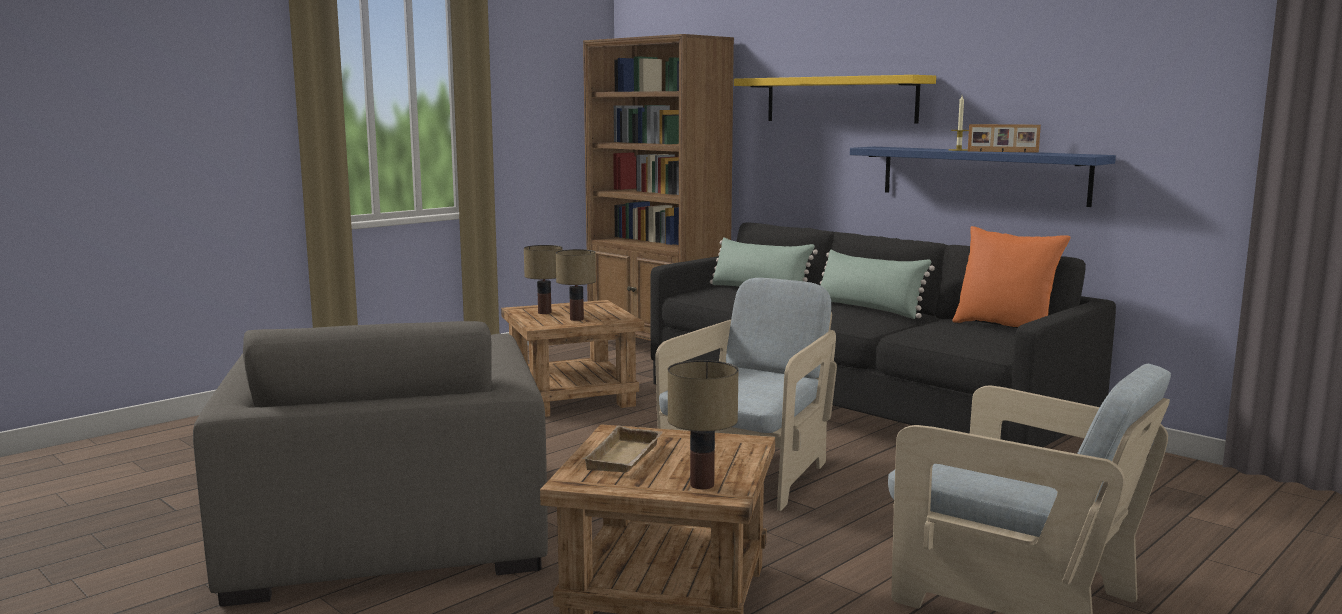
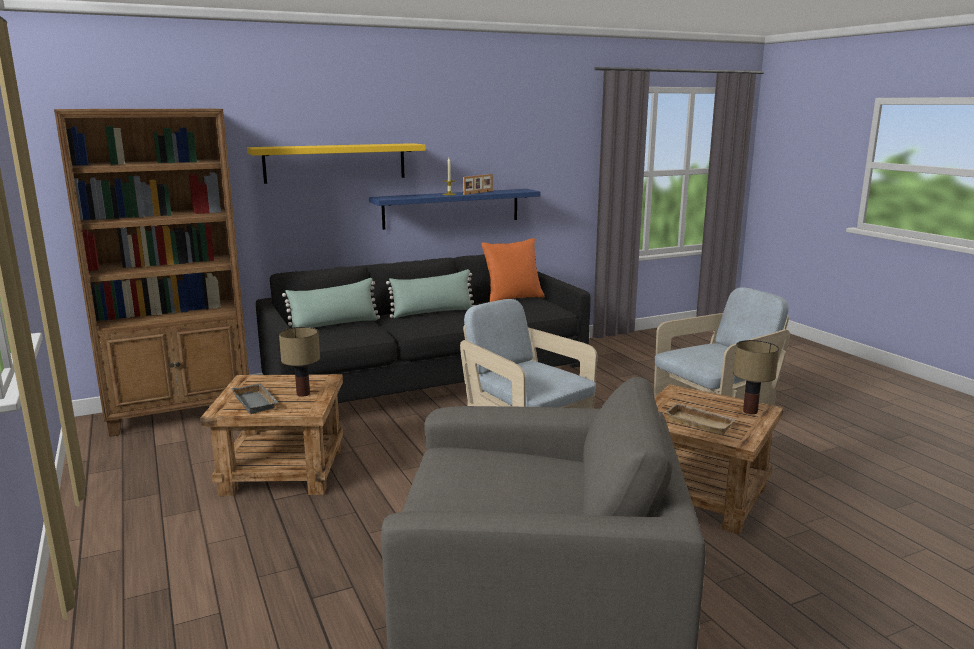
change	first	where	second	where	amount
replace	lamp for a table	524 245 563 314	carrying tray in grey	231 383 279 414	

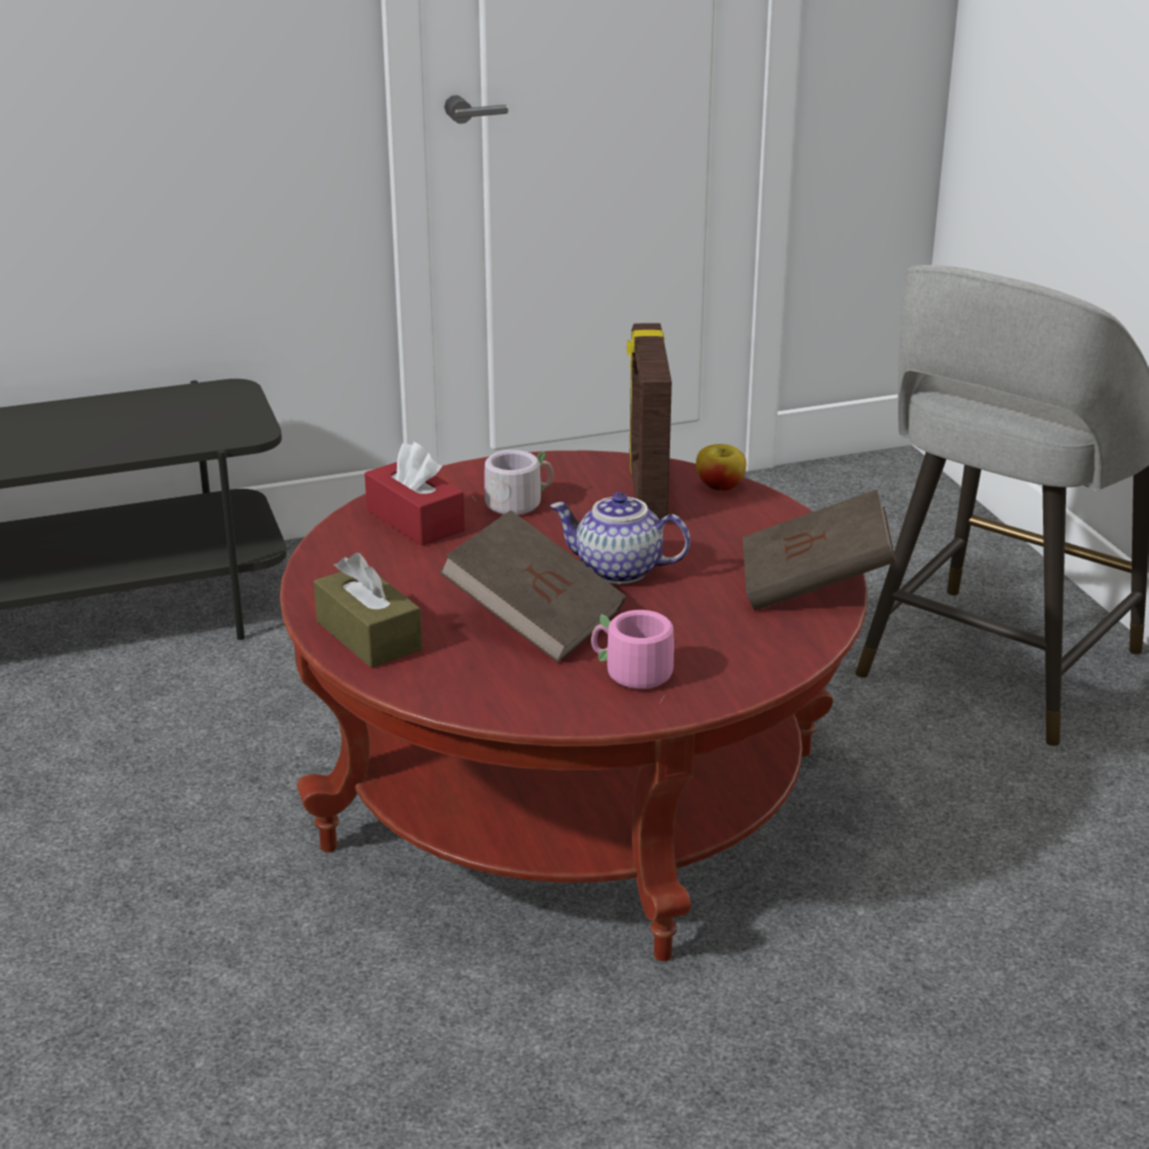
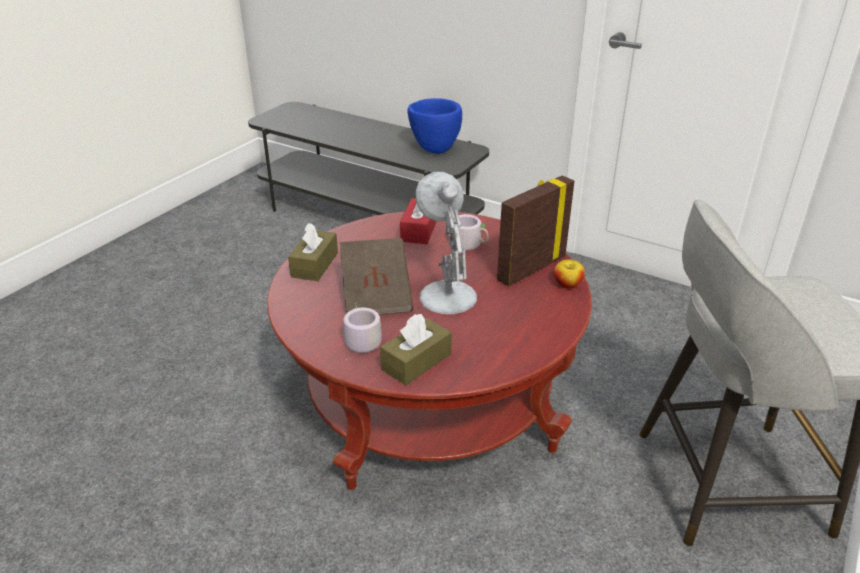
change	first	where	second	where	amount
replace	tea pot	550 492 691 584	lamp for a table in white-coloured	415 172 477 314	
recolor	mug in pink-coloured	591 610 674 702	mug in grey	343 303 382 360	
delete	bound book in brownish	743 489 896 611			
insert			tissue holder in brownish	380 314 452 385	
insert			serving bowl in blue-coloured	407 98 462 154	

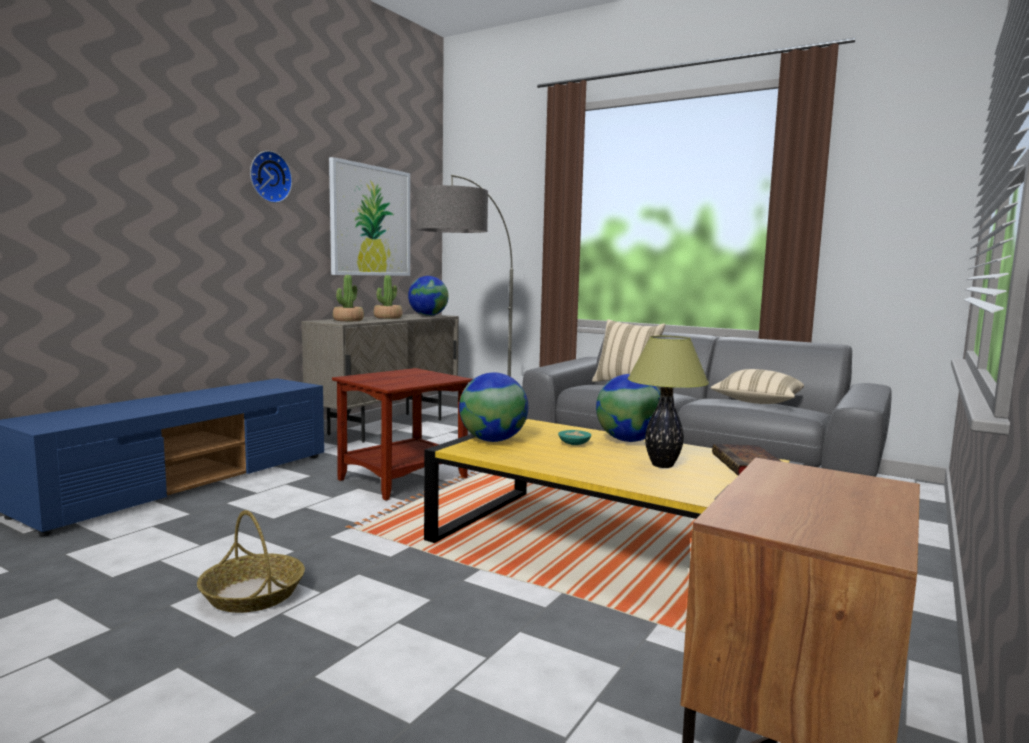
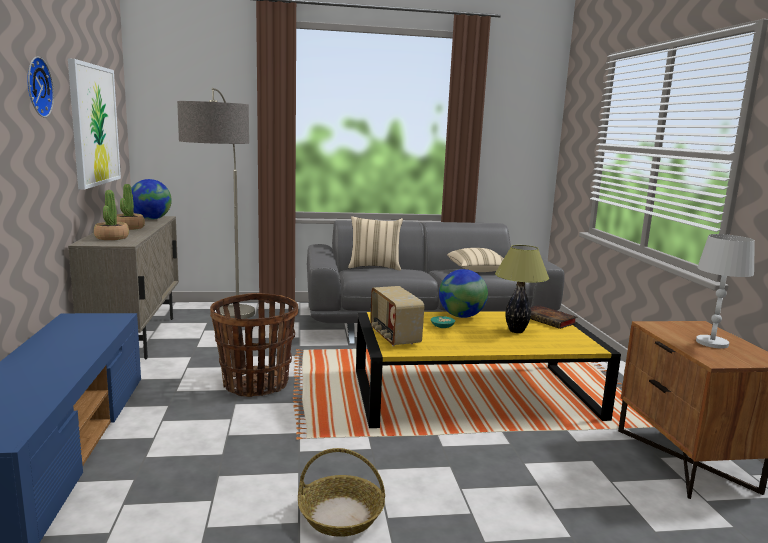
change	first	where	second	where	amount
replace	accent table in brownish	332 368 473 501	basket	210 293 298 397	
replace	world globe	459 372 528 442	radio set	371 286 424 346	
insert			lamp for a table in white-coloured	696 234 755 349	

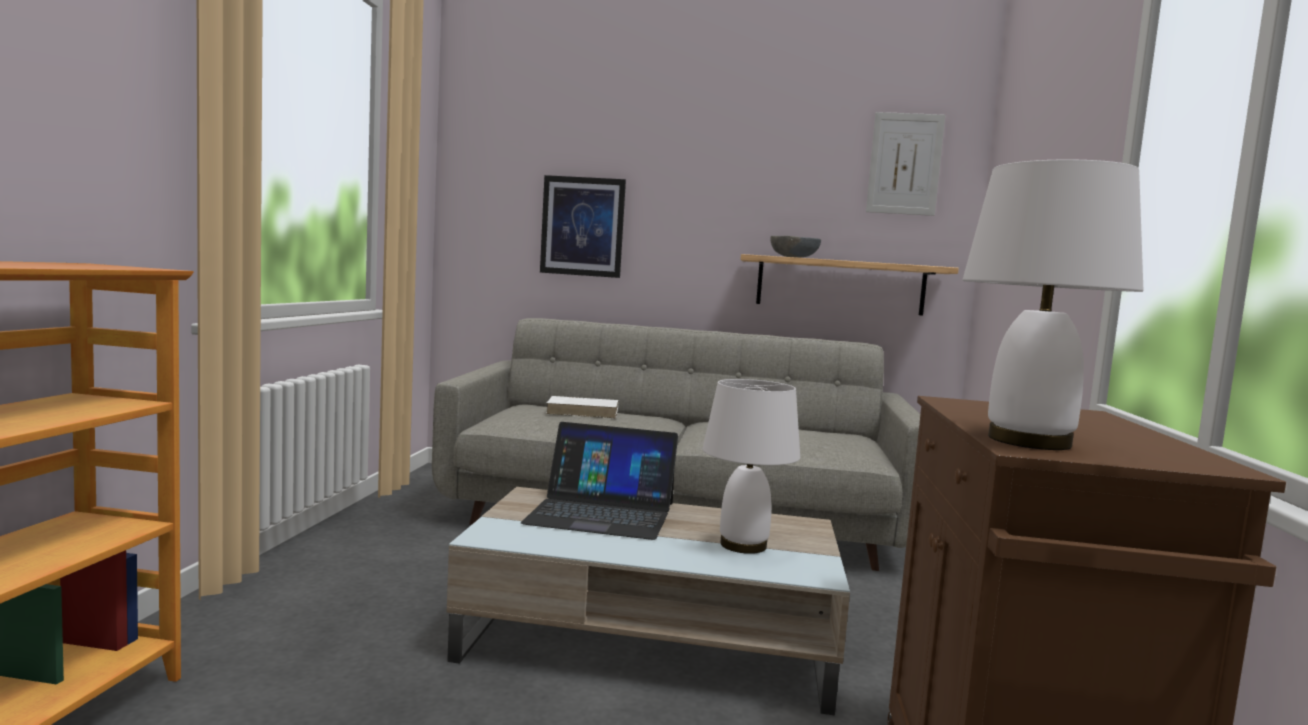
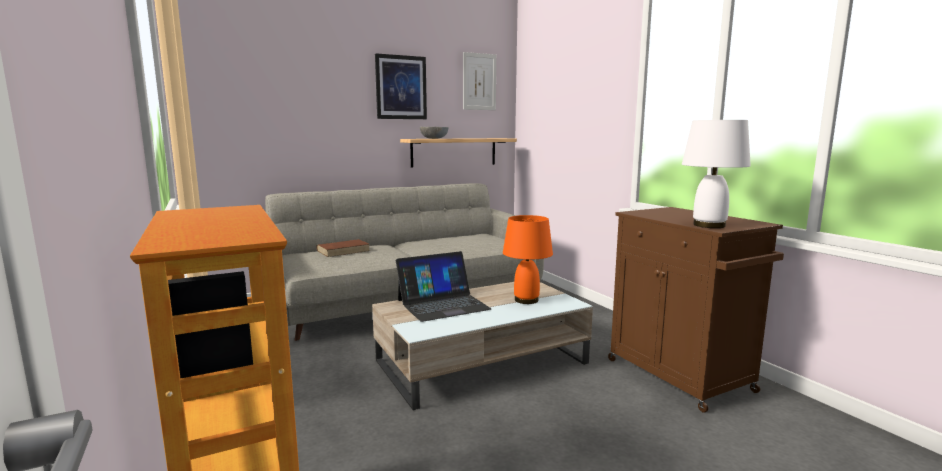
change	first	where	second	where	amount
move	wall art	540 175 626 278		375 53 427 119	
recolor	bound book in white-coloured	546 396 619 418	bound book in brownish	316 239 370 257	
recolor	lamp for a table in white-coloured	702 379 800 554	lamp for a table in orange-coloured	503 215 553 304	

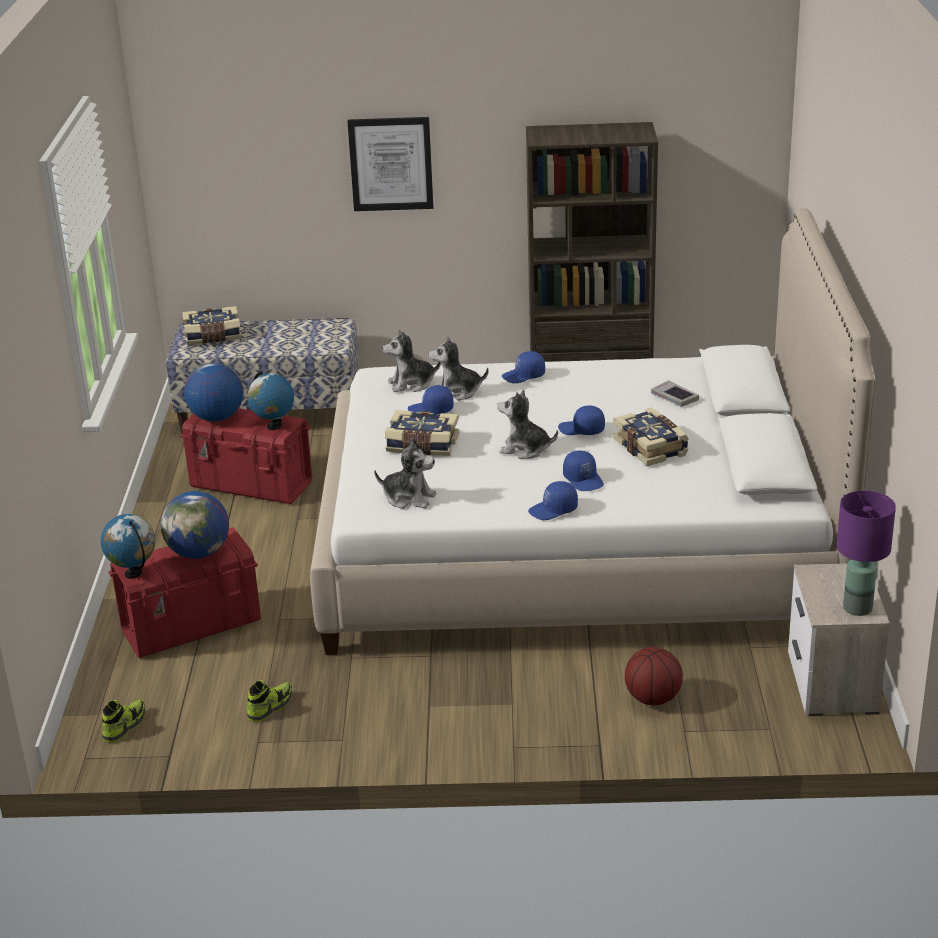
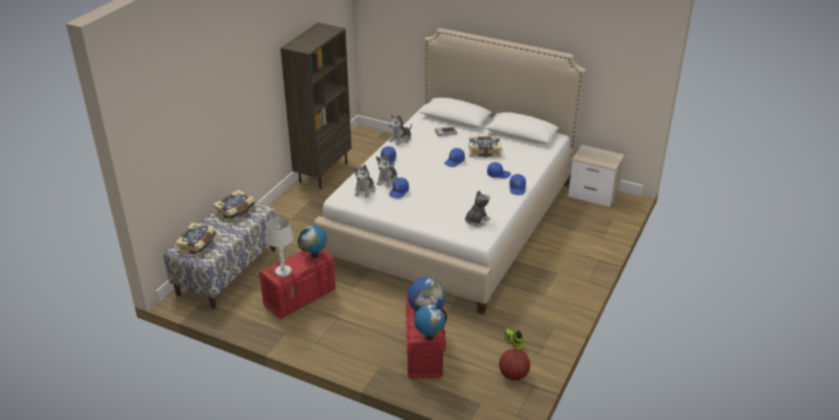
change	first	where	second	where	amount
delete	low shoe	102 699 145 742			
replace	world globe	184 363 244 421	lamp for a table in white-coloured	266 217 294 277	
delete	wall art	347 117 433 211			
move	bound book	385 410 459 456		213 190 255 222	
move	soft toy	497 389 558 459		389 114 412 146	
move	basketball	625 647 683 705		499 349 530 380	
delete	lamp for a table in purplish	837 491 896 616			

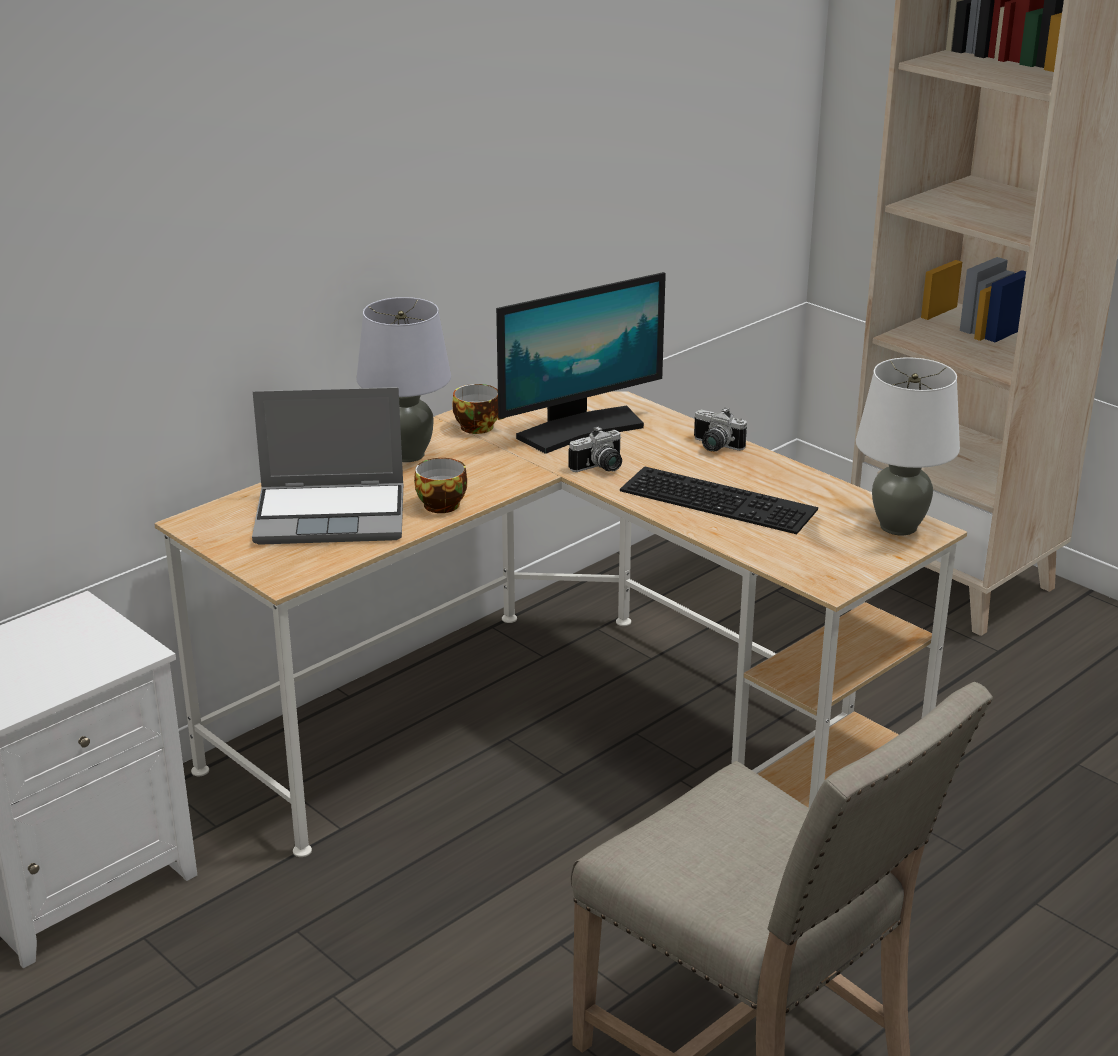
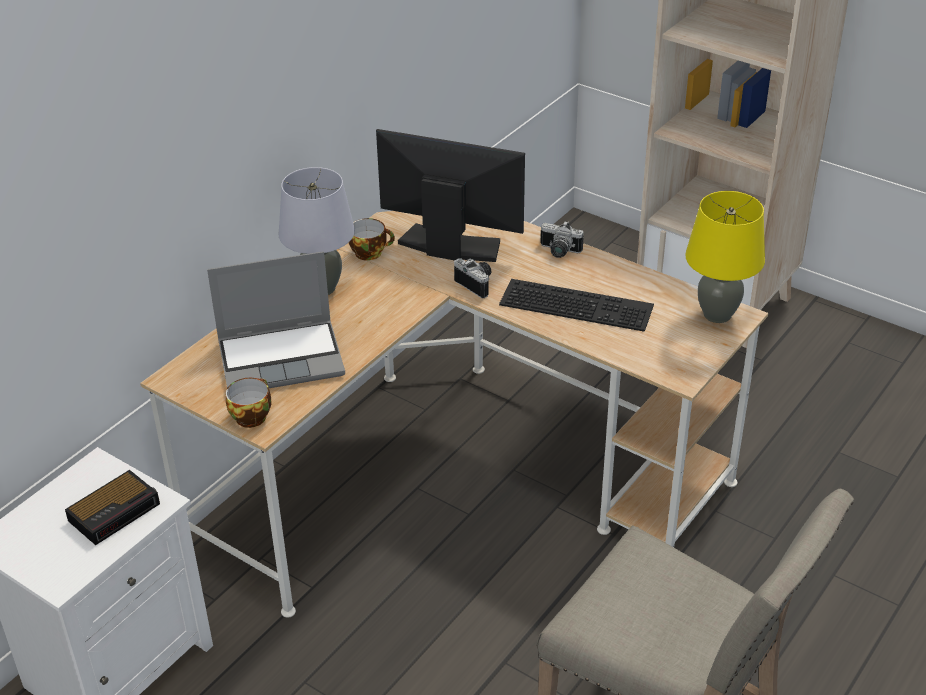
change	first	where	second	where	amount
move	drinking cup	414 458 467 513		226 378 271 428	
rotate	computer screen	496 272 666 454		376 129 525 262	120 degrees counterclockwise
rotate	photo camera	569 426 622 472		454 259 492 298	90 degrees counterclockwise
recolor	lamp for a table in white-coloured	856 357 960 535	lamp for a table in yellowish	685 191 765 323	
insert			alarm clock	65 470 160 545	

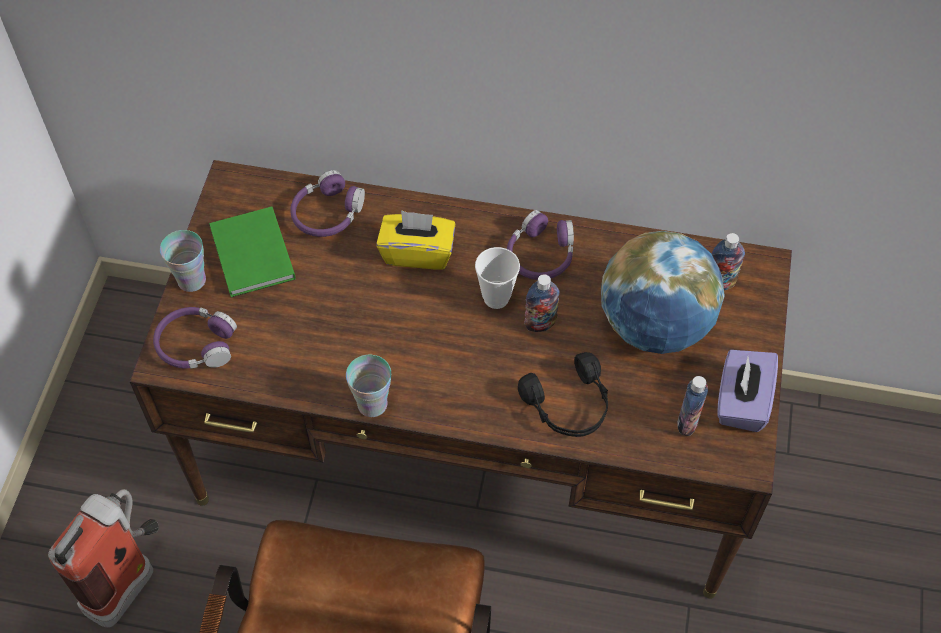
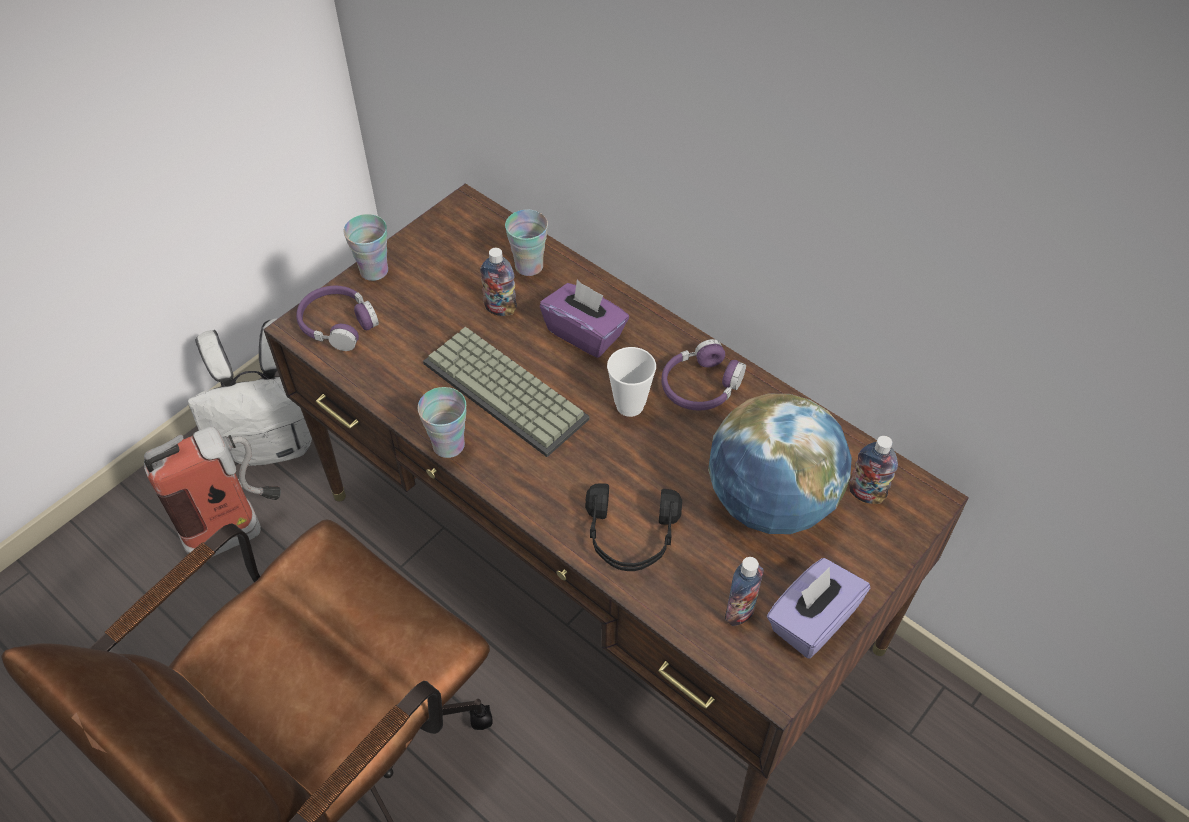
change	first	where	second	where	amount
delete	bound book in greenish	209 207 296 297			
replace	headphones in purplish	290 170 365 237	drinking cup	505 210 548 276	
recolor	tissue holder in yellowish	376 210 455 269	tissue holder in purplish	540 280 629 358	
move	beverage bottle	524 274 560 332		480 248 517 316	
insert			rucksack in white-coloured	188 318 312 466	
insert			keyboard	423 327 590 457	

